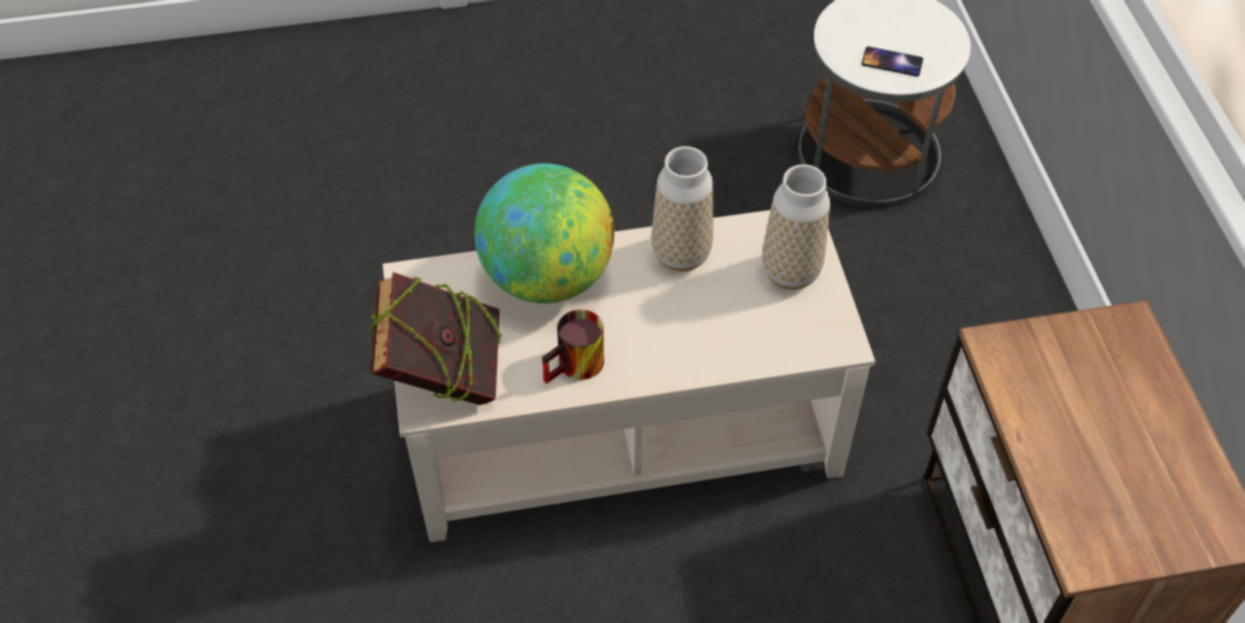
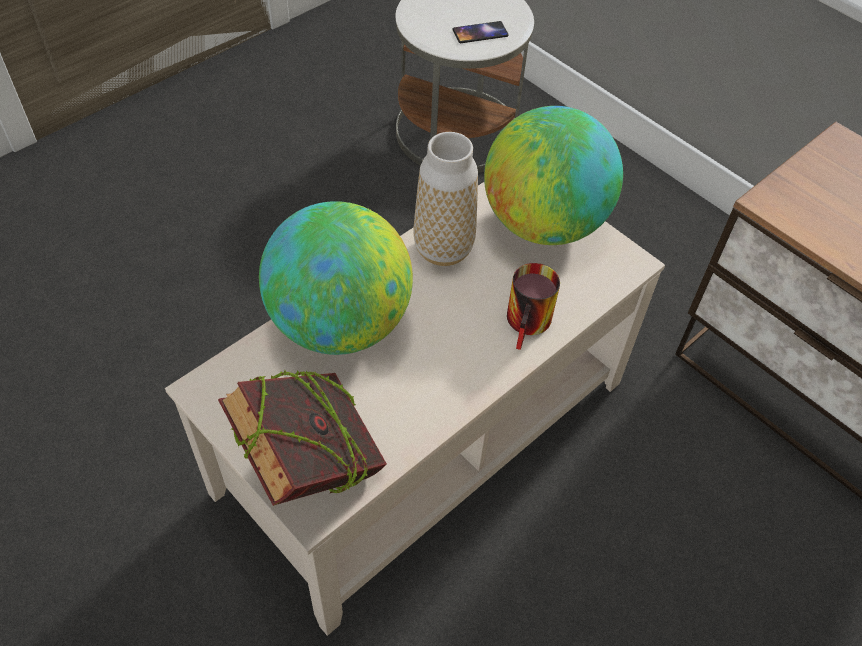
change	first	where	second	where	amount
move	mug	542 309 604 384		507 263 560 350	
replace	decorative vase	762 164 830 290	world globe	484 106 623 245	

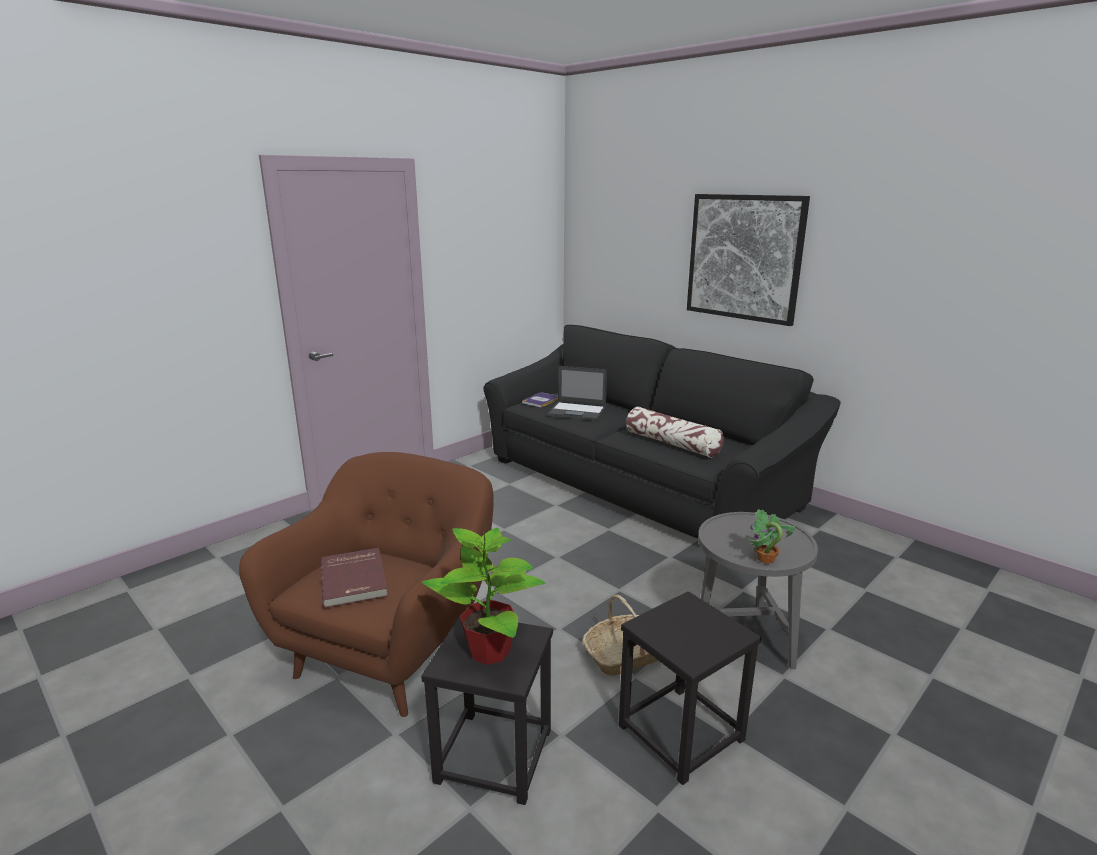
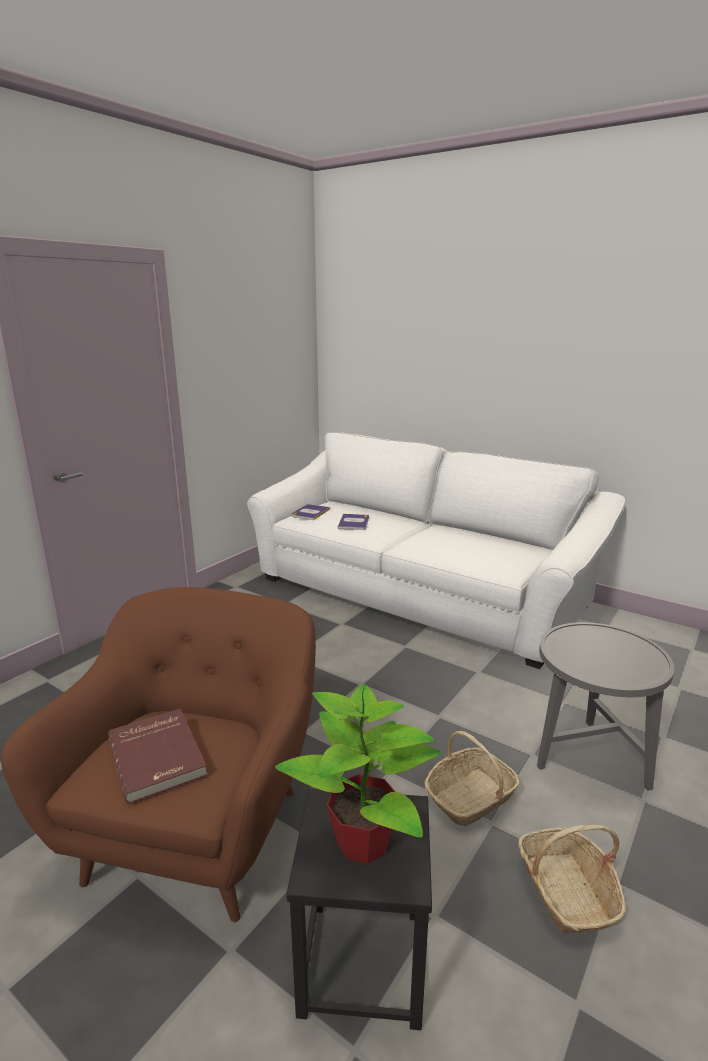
change	first	where	second	where	amount
recolor	sofa in black	484 325 840 539	sofa in white-coloured	247 432 625 669	
replace	portable computer	547 366 607 421	bound book	338 514 369 530	
replace	sitting stool in black	619 591 761 785	basket	518 825 626 933	
delete	cushion	626 407 724 458			
delete	wall art	687 194 810 326			
delete	houseplant	747 509 795 564			

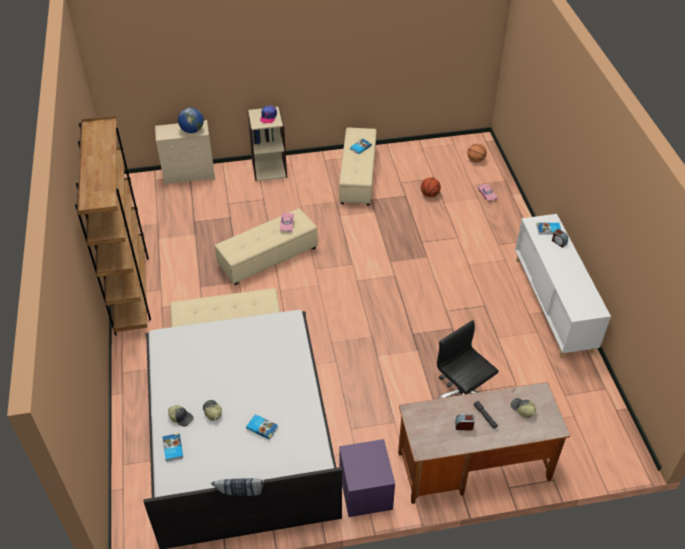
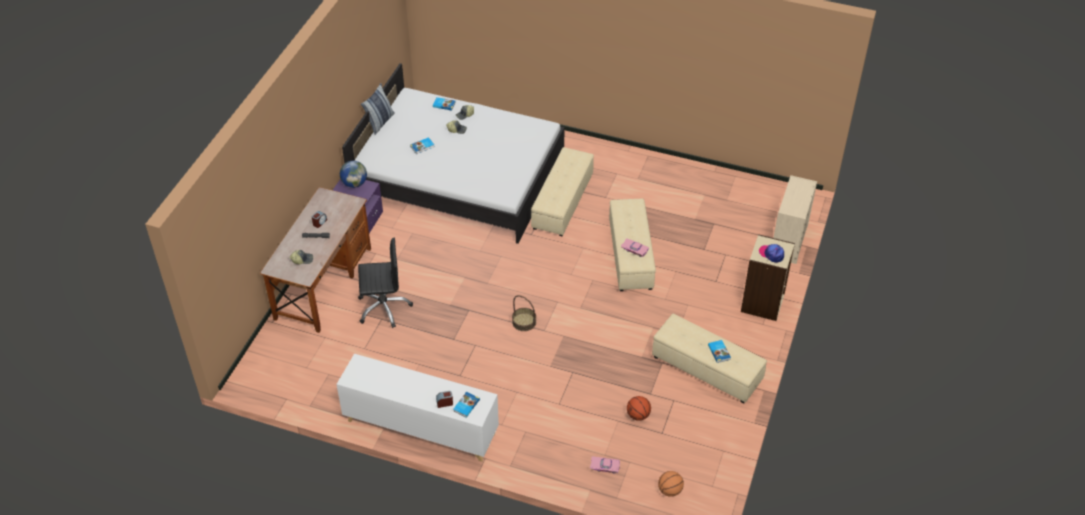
change	first	where	second	where	amount
delete	shelving unit in brownish	75 116 151 336			
move	world globe	178 107 204 133		340 161 367 188	
insert			basket	512 295 536 331	

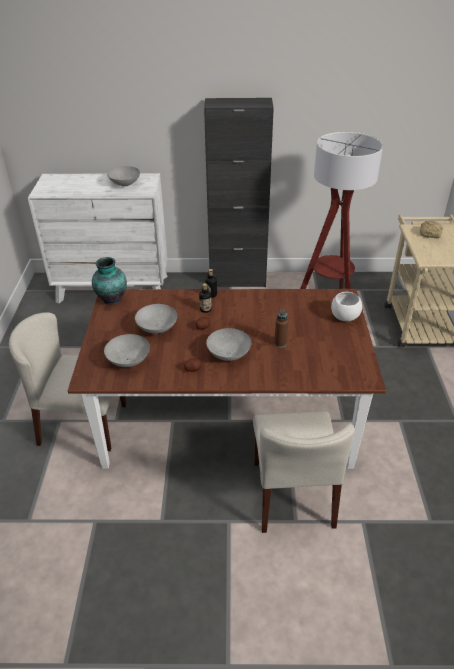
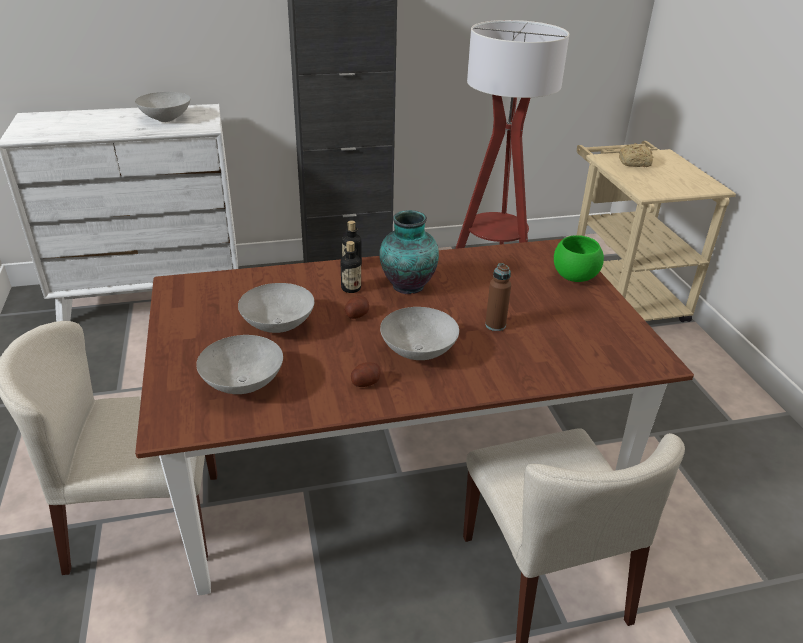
change	first	where	second	where	amount
move	decorative vase	92 257 127 305		379 210 439 294	
recolor	serving bowl in white-coloured	331 292 362 321	serving bowl in greenish	554 235 604 282	

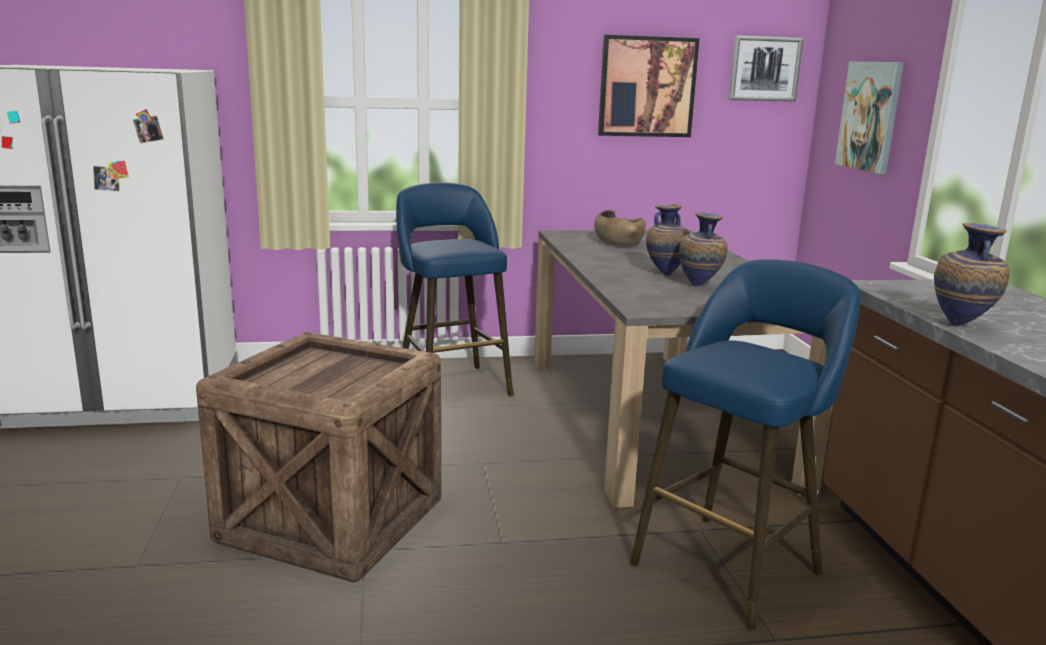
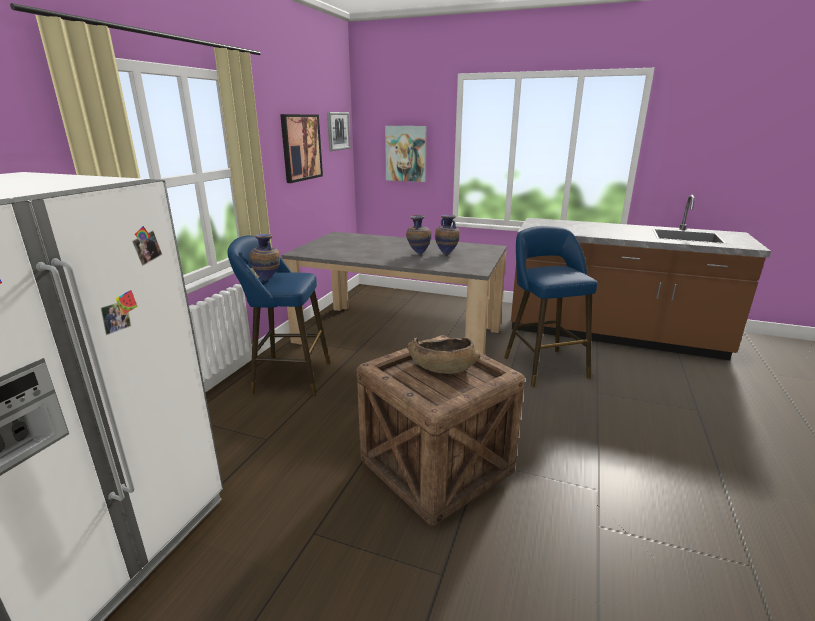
change	first	where	second	where	amount
move	serving bowl in brownish	594 210 646 247		407 337 480 374	
move	decorative vase	934 223 1010 326		249 234 280 281	

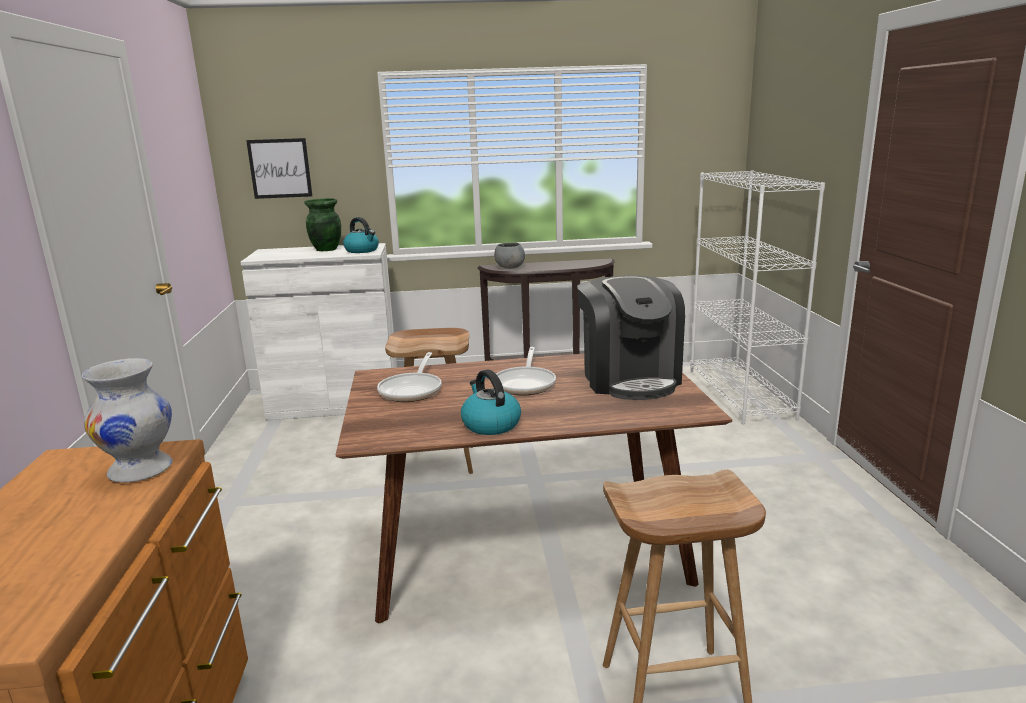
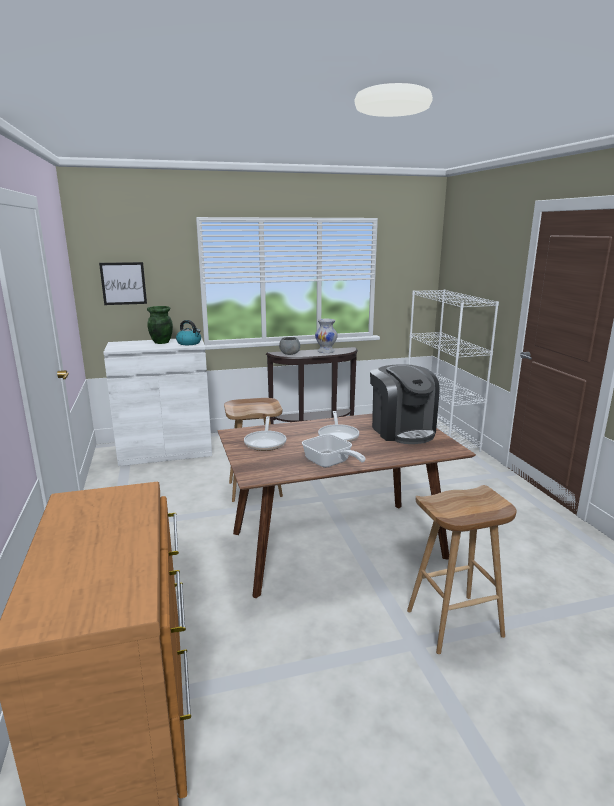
change	first	where	second	where	amount
move	decorative vase in white-coloured	82 358 173 483		315 319 338 353	
replace	kettle	461 370 521 435	skillet	302 434 366 468	

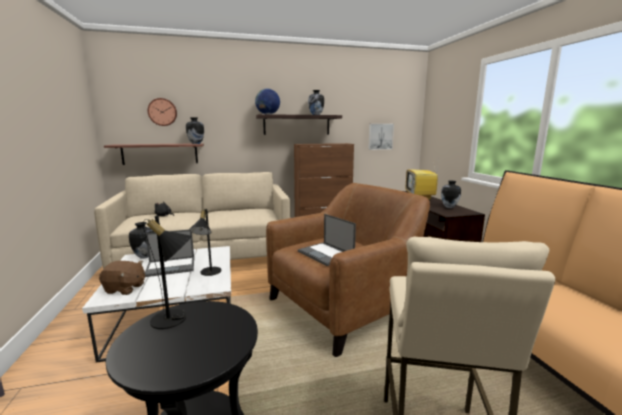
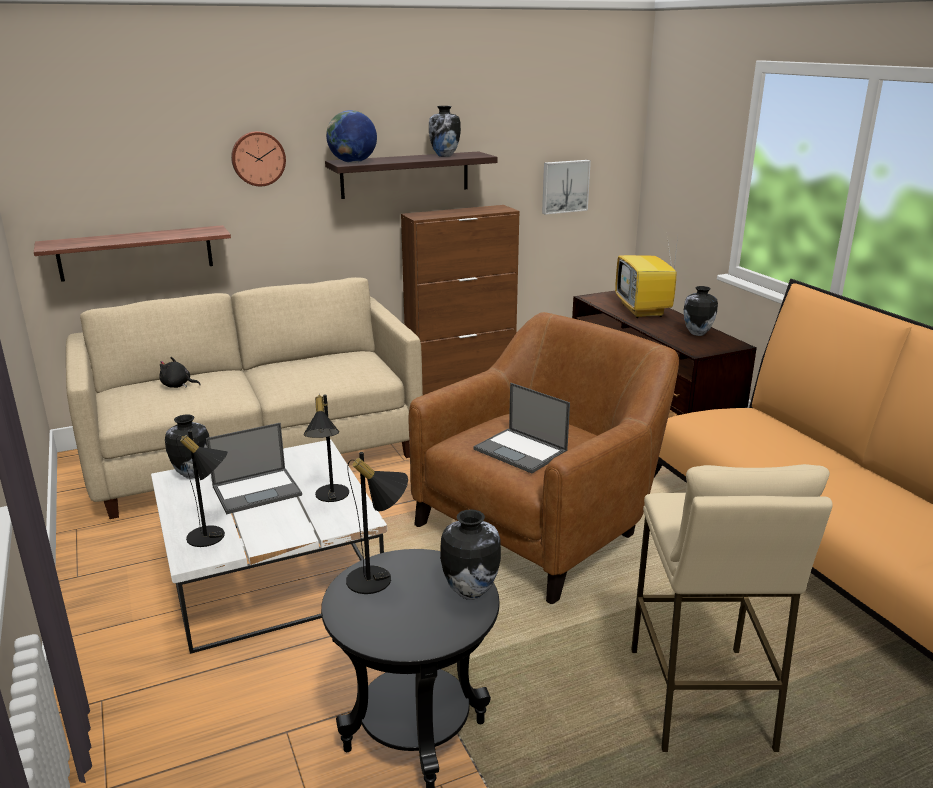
change	first	where	second	where	amount
replace	soft toy in brownish	99 261 145 295	lamp for a table in black	176 430 228 547	
move	clock on the wall	148 98 177 126		231 131 286 186	
move	decorative vase	186 118 204 144		440 509 501 600	

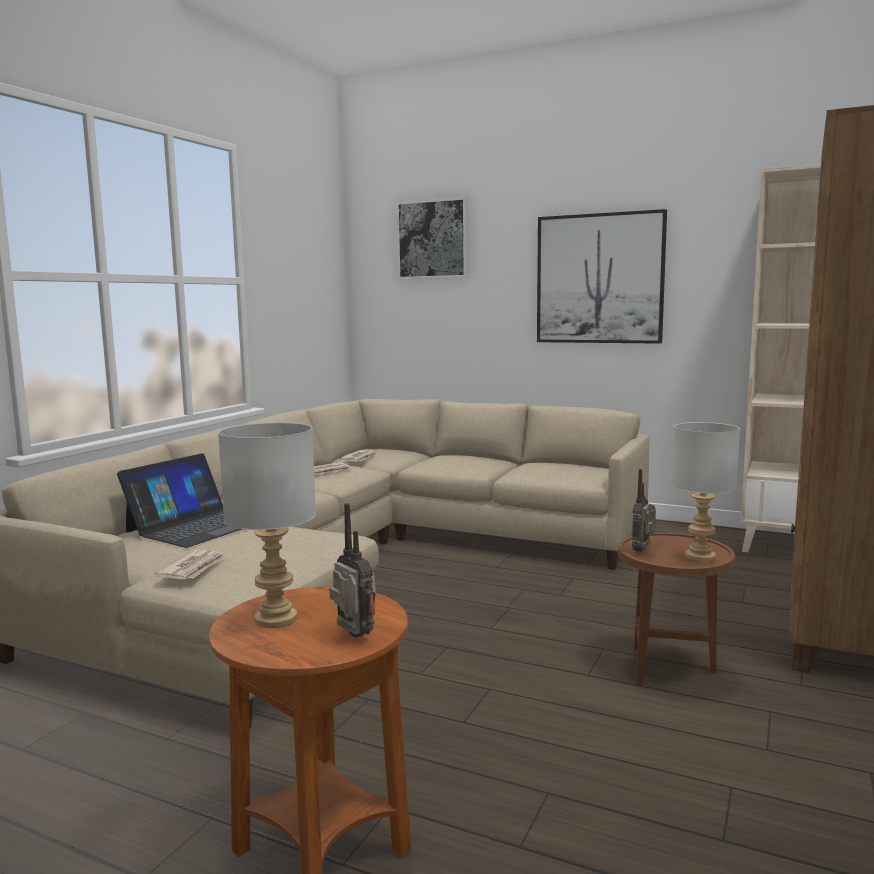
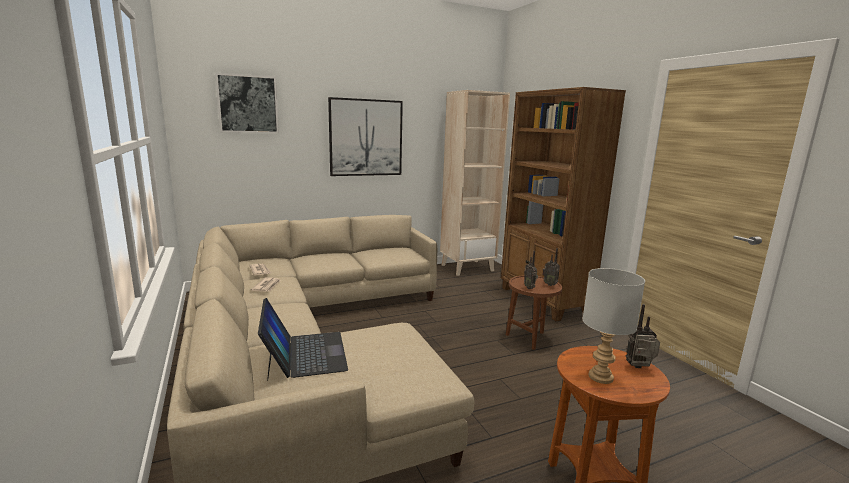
change	first	where	second	where	amount
delete	printed paper	154 550 225 579			
replace	lamp for a table in grey	672 422 740 561	radio set	542 248 560 286	

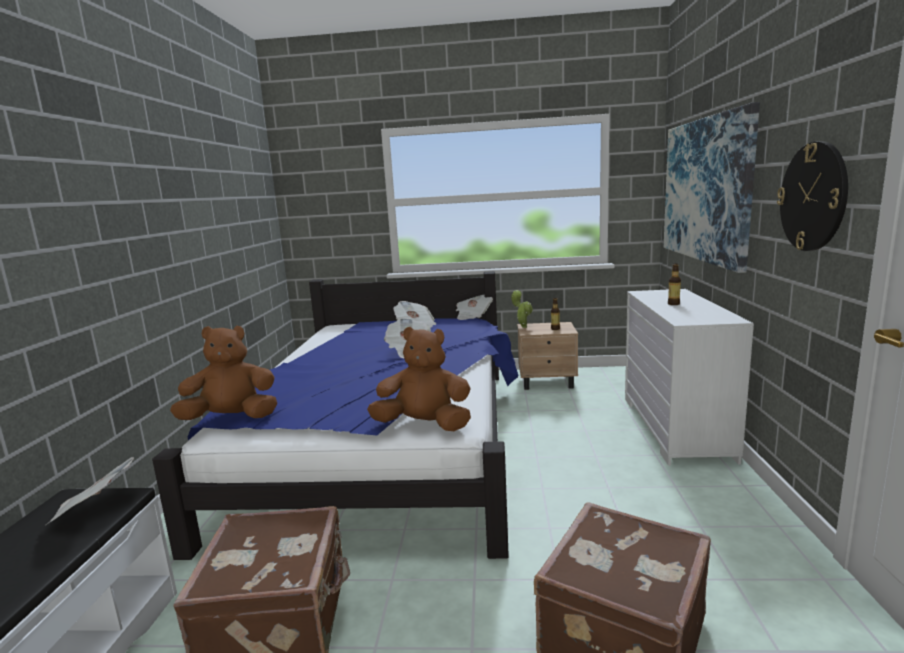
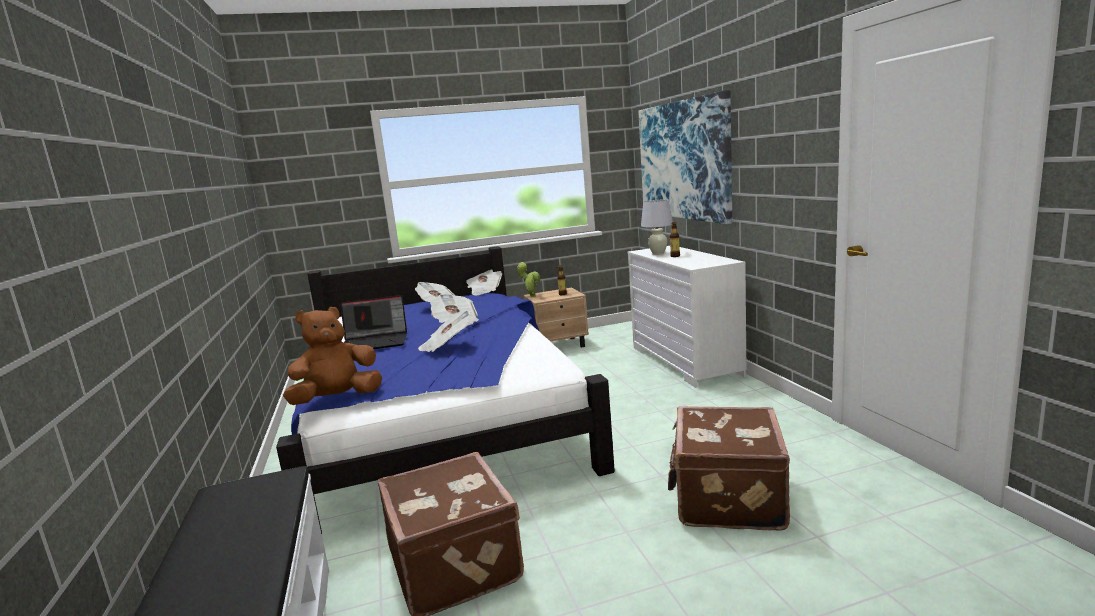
change	first	where	second	where	amount
move	printed paper	46 456 134 525		418 310 471 352	
delete	soft toy in brownish	367 327 471 431			
delete	clock on the wall	777 141 848 251			
insert			portable computer	340 295 407 349	
insert			lamp for a table in white-coloured	641 199 673 255	

